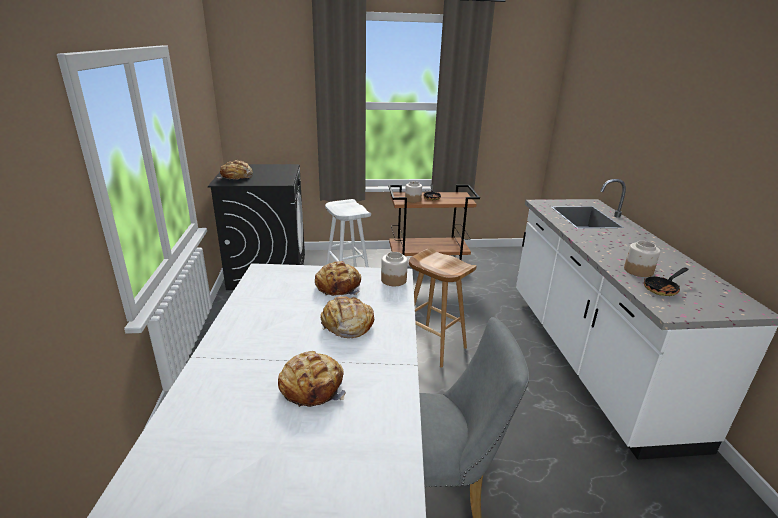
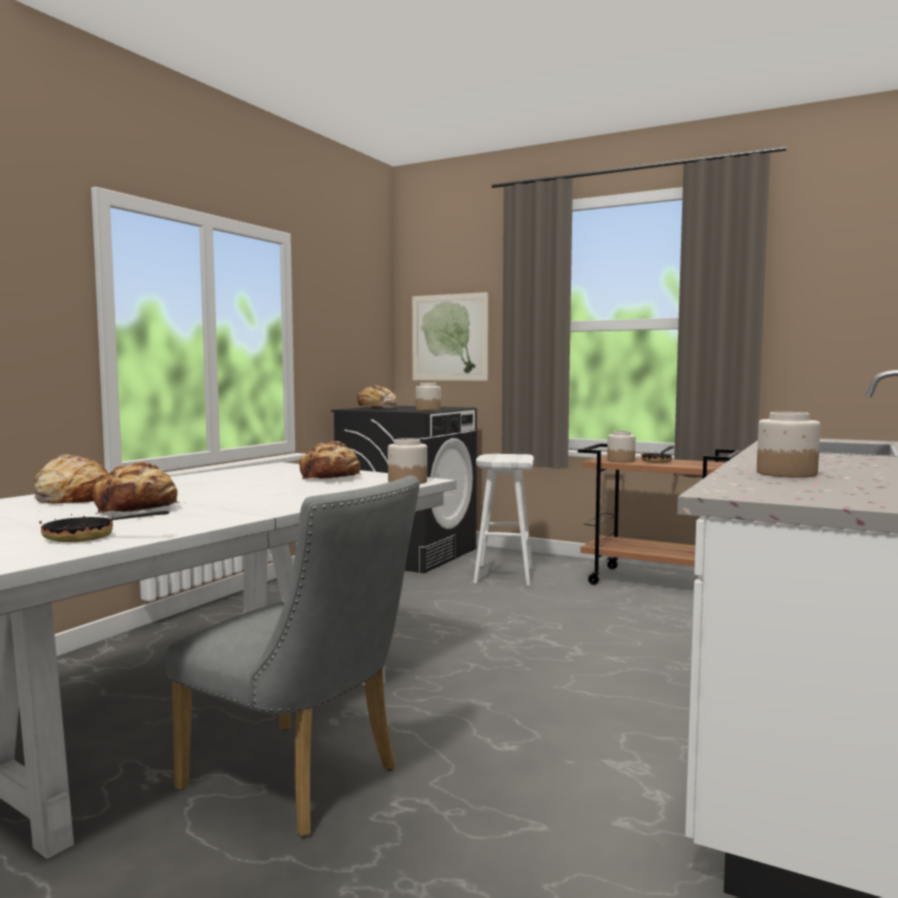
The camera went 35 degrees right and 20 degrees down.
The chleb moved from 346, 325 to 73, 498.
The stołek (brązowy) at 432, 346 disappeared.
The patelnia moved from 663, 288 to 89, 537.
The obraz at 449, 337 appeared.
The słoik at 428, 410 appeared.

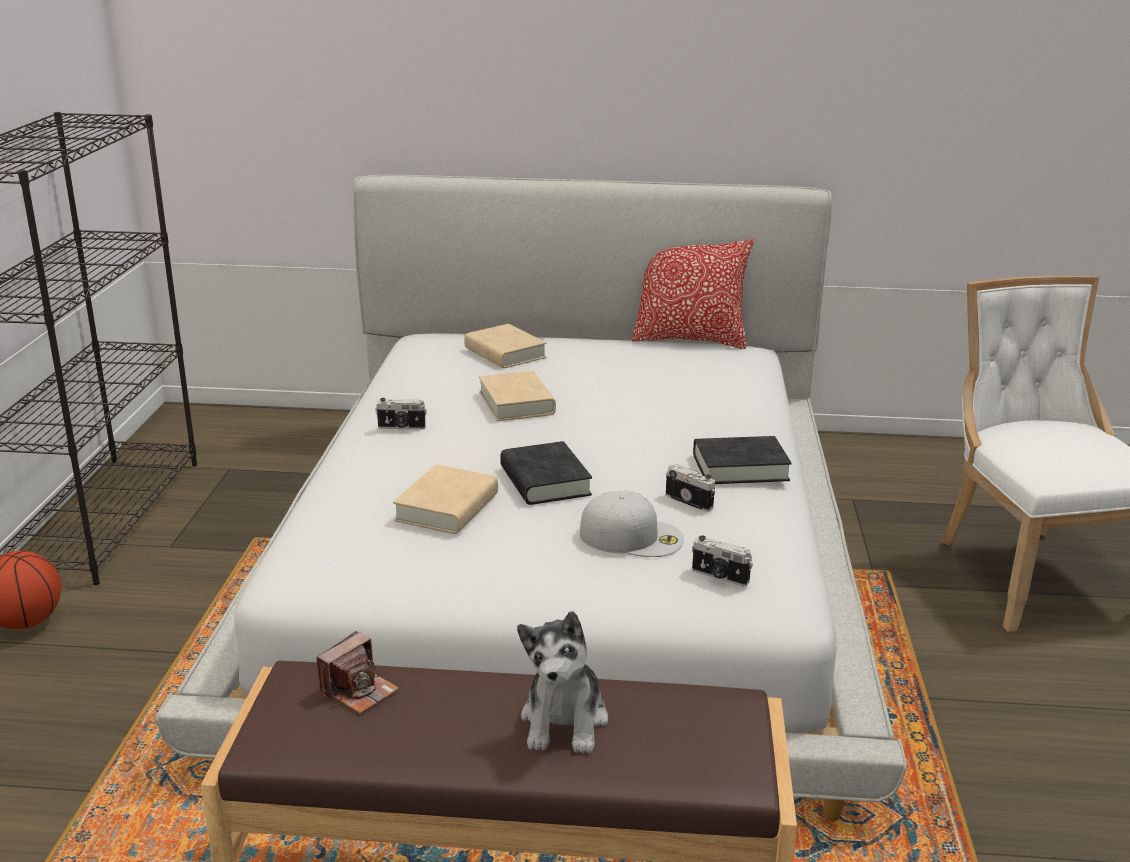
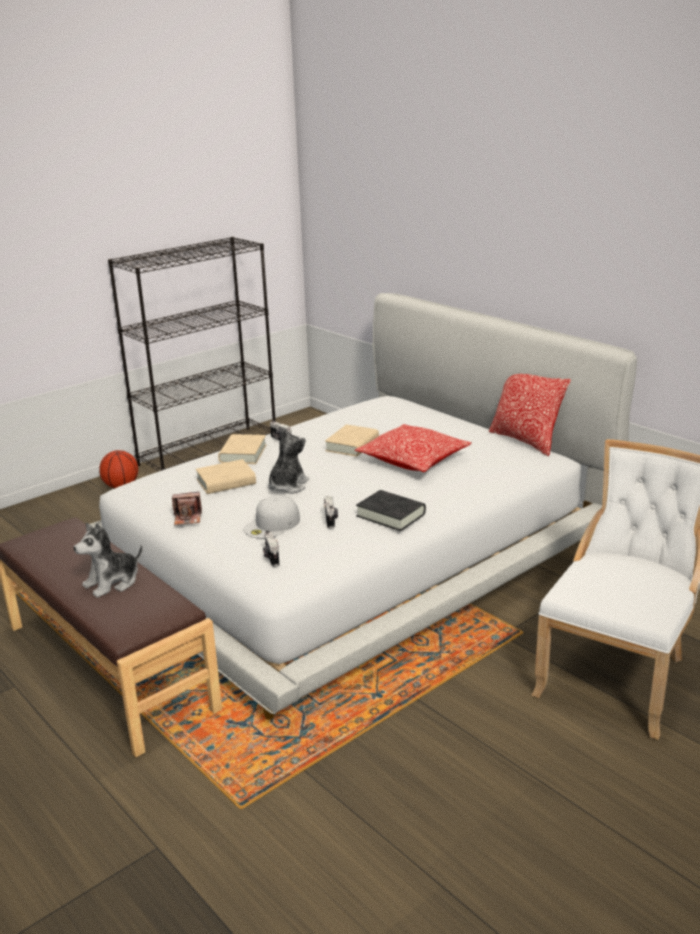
The camera went 45 degrees right and 0 degrees up.
The aparat fotograficzny moved from 359, 691 to 188, 518.
The książka (beżowy) moved from 505, 353 to 243, 454.
The książka (czarny) at 545, 481 was replaced by the pluszak at 287, 486.
The czapka z daszkiem (biały) at 632, 536 turned 75 degrees clockwise.
The poduszka at 413, 460 appeared.

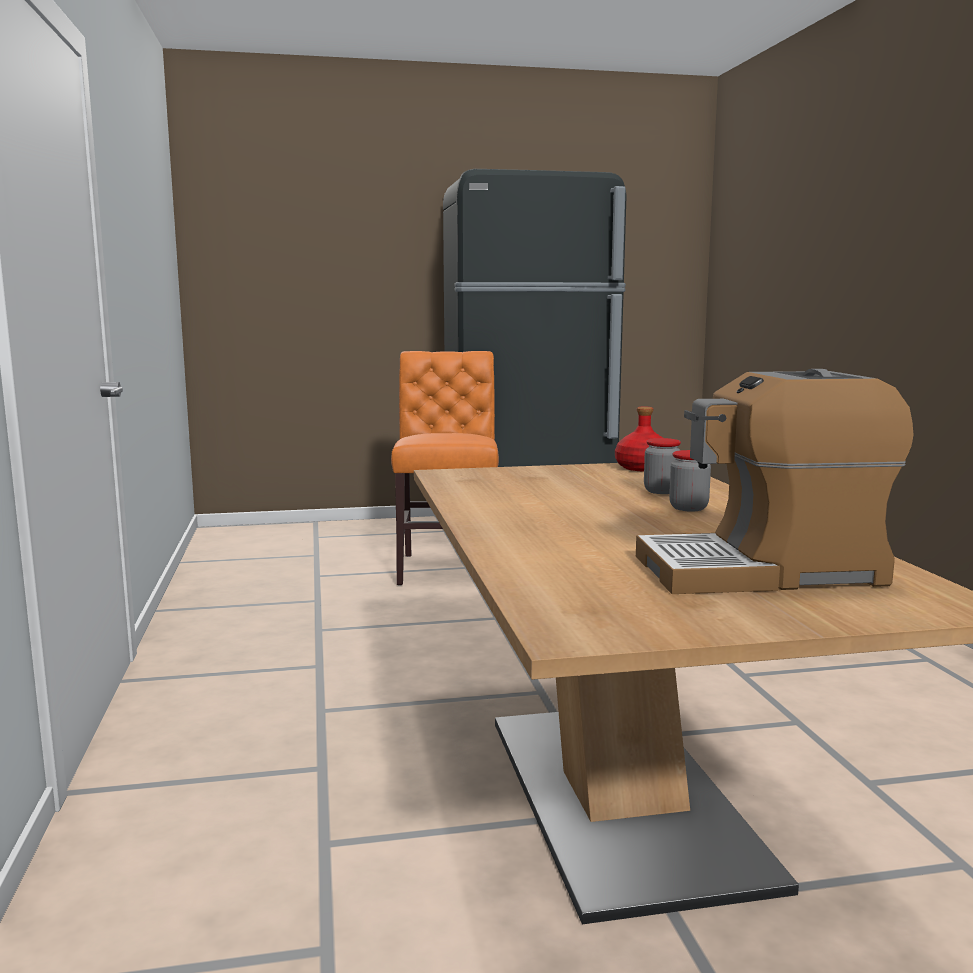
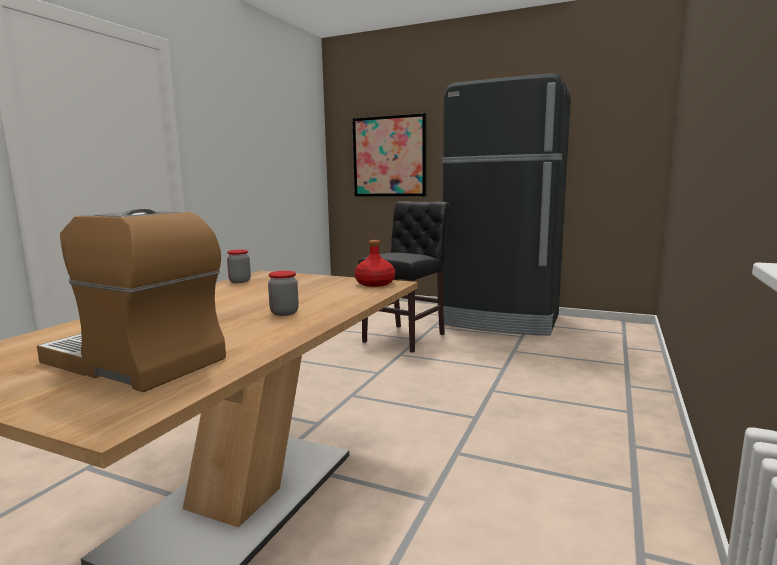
The camera went 35 degrees right and 0 degrees up.
The krzesło (pomarańczowy) at 448, 567 became the krzesło (czarny) at 407, 337.
The słoik moved from 661, 491 to 240, 281.
The obraz at 389, 156 appeared.

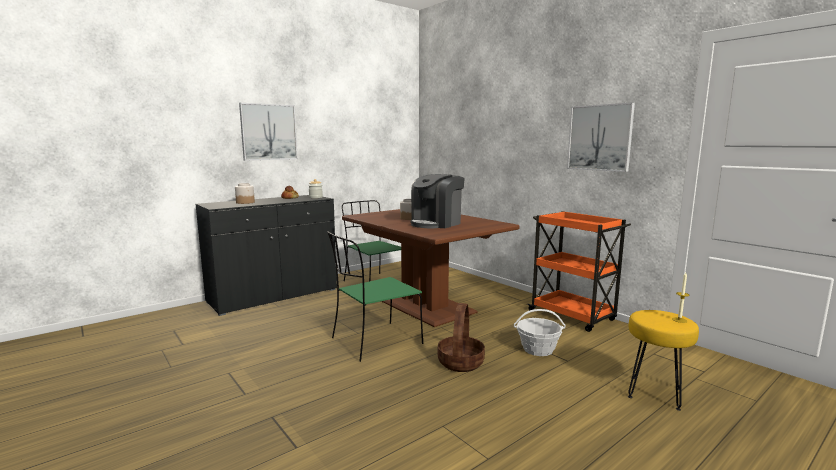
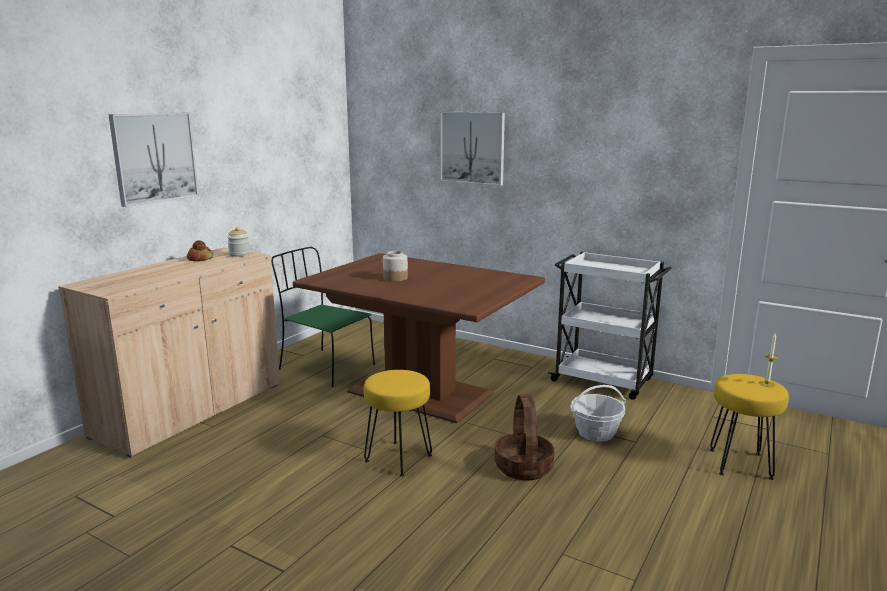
The camera went 20 degrees left and 5 degrees up.
The szafka (czarny) at 274, 296 became the szafka (beżowy) at 191, 410.
The słoik at 245, 202 disappeared.
The krzesło (zielony) at 374, 342 was replaced by the stołek (żółty) at 397, 458.
The ekspres do kawy at 436, 223 disappeared.
The wózek (pomarańczowy) at 572, 316 became the wózek (biały) at 604, 381.
The obraz moved from 599, 137 to 472, 148.

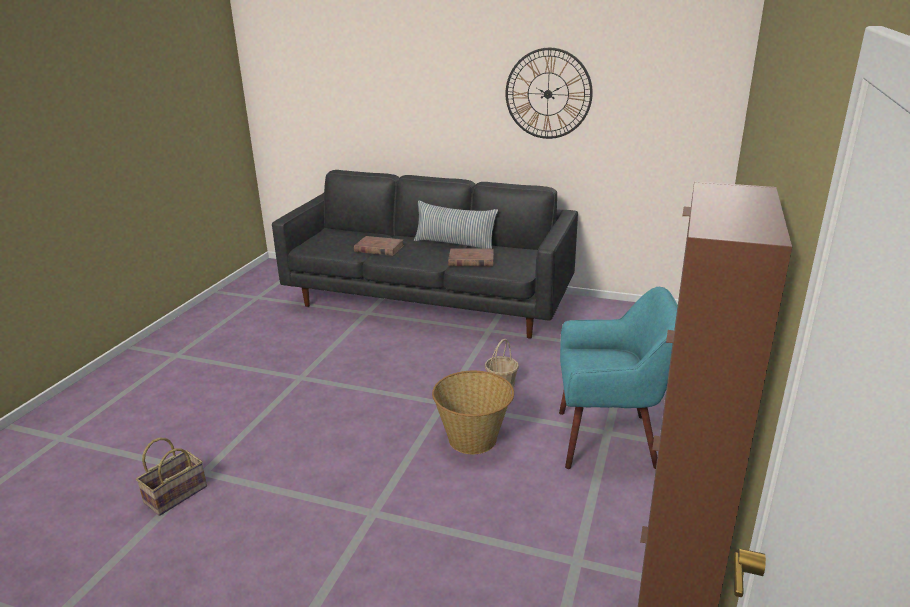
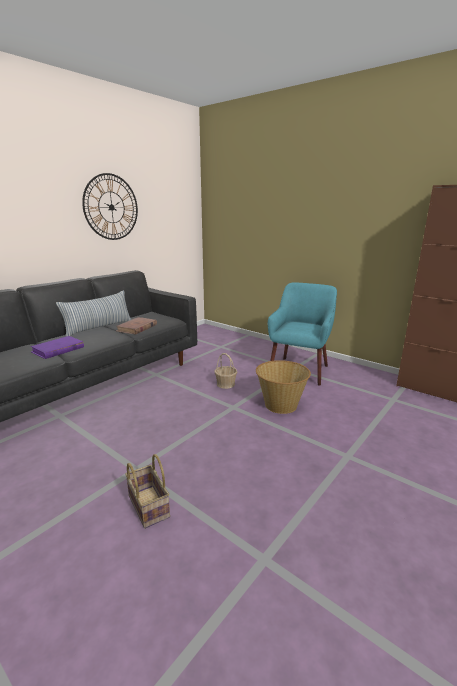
The camera went 70 degrees left and 5 degrees down.
The koszyk moved from 176, 494 to 147, 506.
The książka (brązowy) at 379, 248 became the książka (fioletowy) at 58, 350.

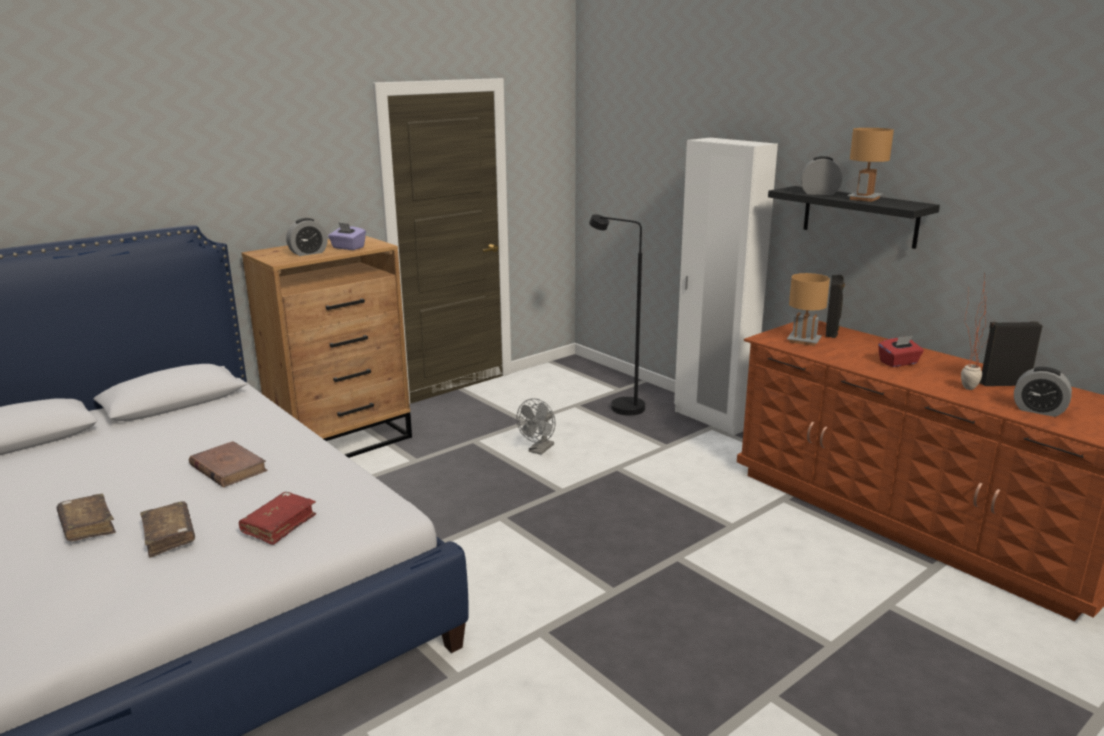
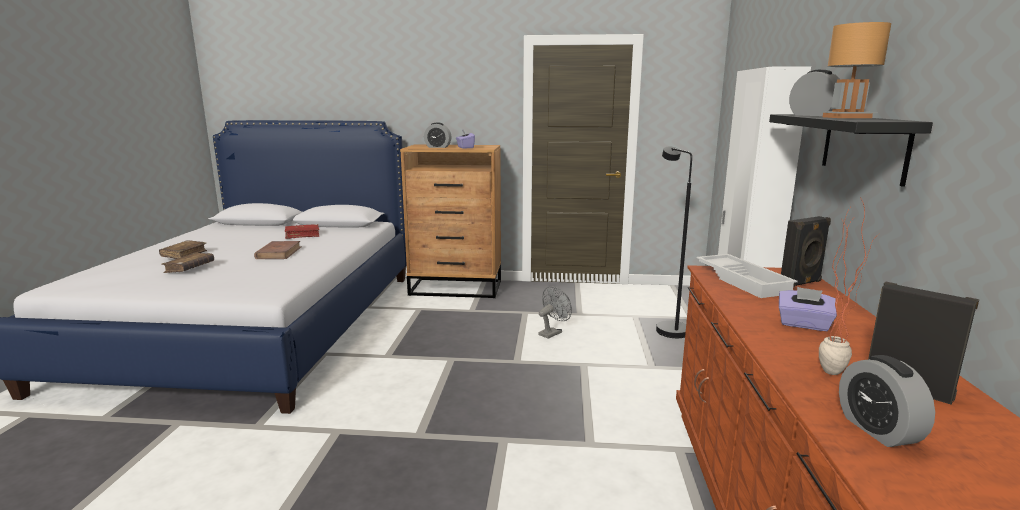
The camera went 45 degrees right and 5 degrees down.
The książka (czerwony) moved from 279, 525 to 302, 235.
The wentylator (szary) at 539, 450 turned 150 degrees clockwise.
The lampa stołowa (brązowy) at 804, 340 was replaced by the taca (biały) at 744, 281.
The pudełko chusteczek (czerwony) at 898, 363 became the pudełko chusteczek (fioletowy) at 804, 324.

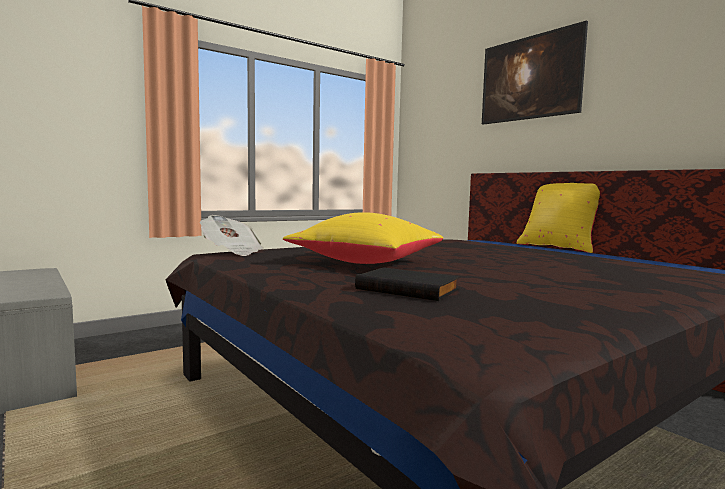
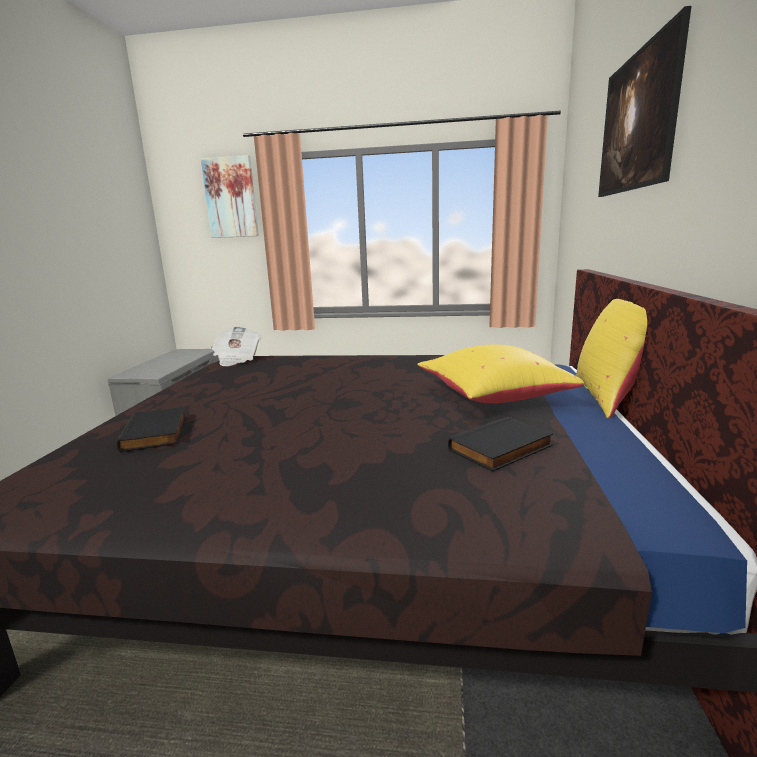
The camera went 45 degrees right and 10 degrees up.
The poduszka (żółty) moved from 364, 263 to 491, 397.
The obraz at 231, 198 appeared.
The książka (czarny) at 501, 449 appeared.

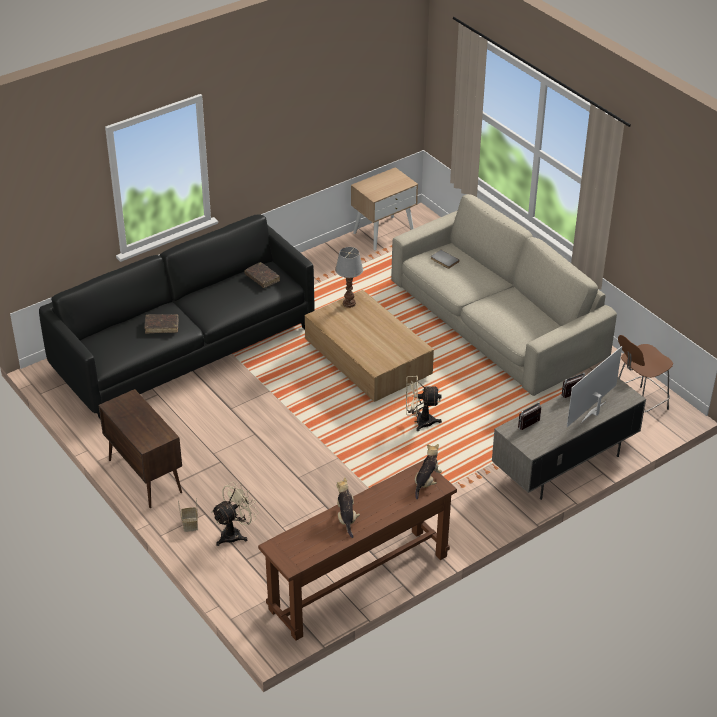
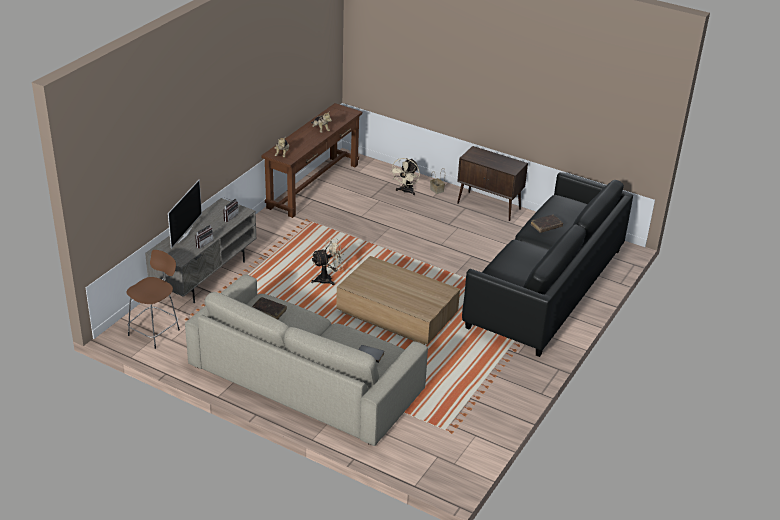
The camera went 155 degrees right and 5 degrees down.
The książka (brązowy) moved from 262, 278 to 269, 311.
The lampa stołowa at 348, 303 disappeared.
The szafka nocna (beżowy) at 384, 232 disappeared.

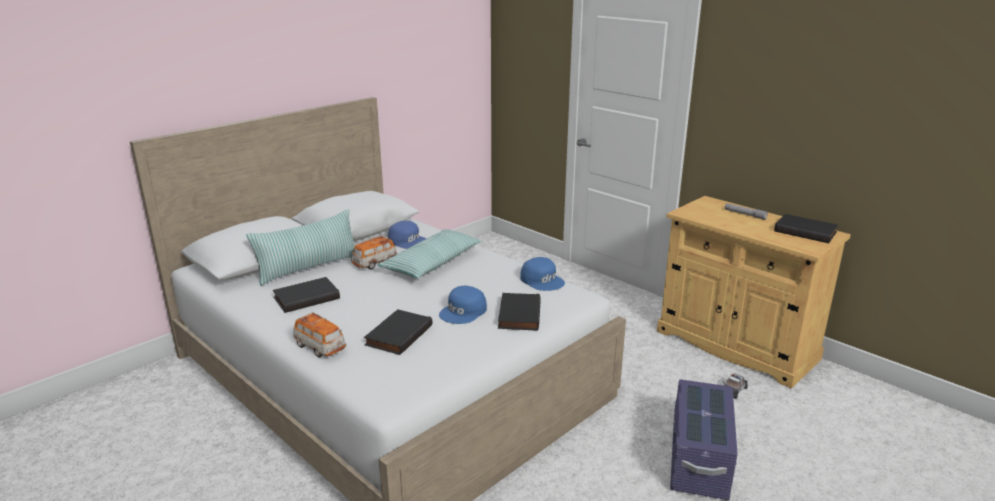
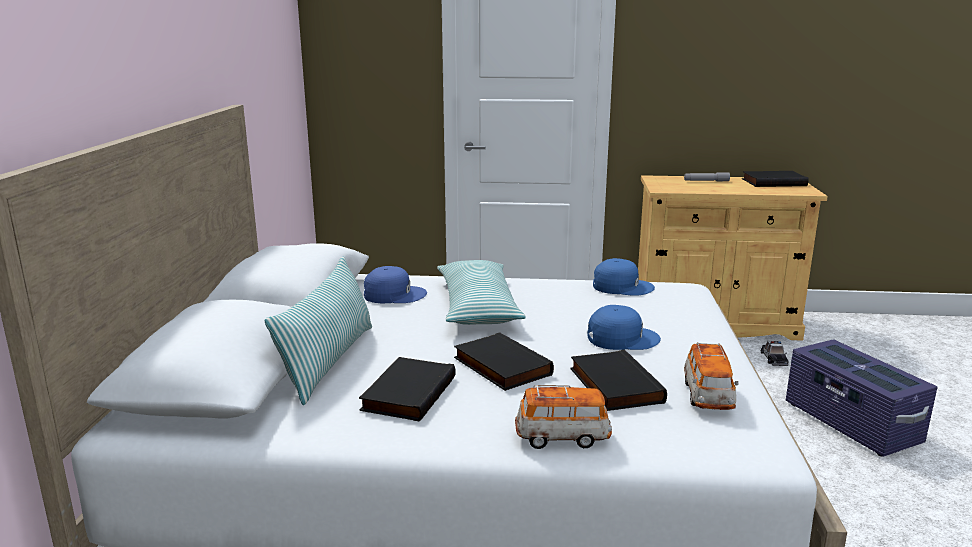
The camera went 40 degrees left and 5 degrees down.
The samochodzik moved from 374, 263 to 707, 397.
The czapka z daszkiem (niebieski) at 464, 311 turned 90 degrees counterclockwise.
The książka (czarny) moved from 518, 314 to 500, 366.

